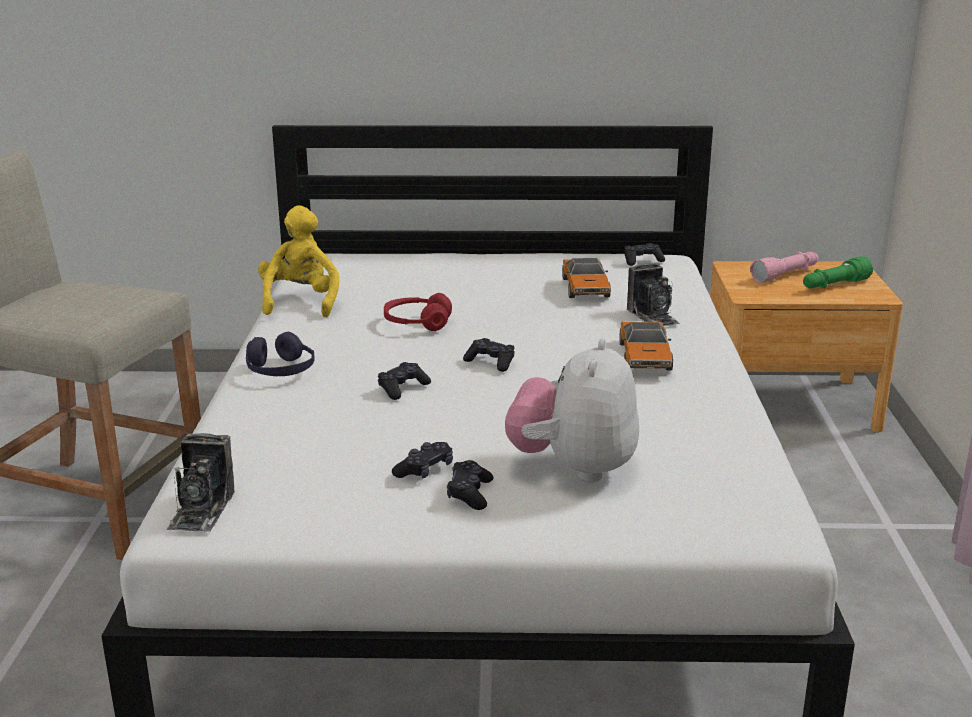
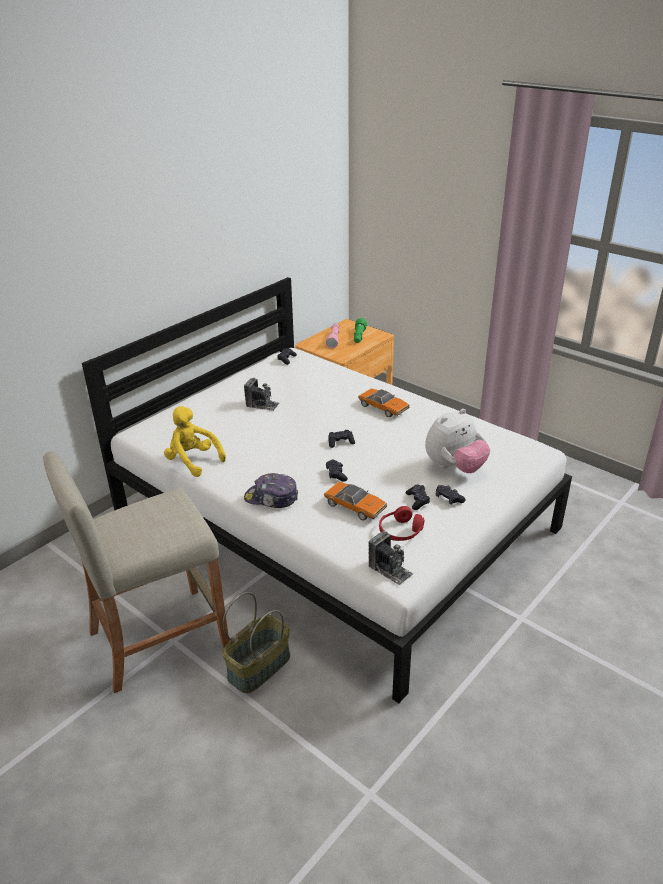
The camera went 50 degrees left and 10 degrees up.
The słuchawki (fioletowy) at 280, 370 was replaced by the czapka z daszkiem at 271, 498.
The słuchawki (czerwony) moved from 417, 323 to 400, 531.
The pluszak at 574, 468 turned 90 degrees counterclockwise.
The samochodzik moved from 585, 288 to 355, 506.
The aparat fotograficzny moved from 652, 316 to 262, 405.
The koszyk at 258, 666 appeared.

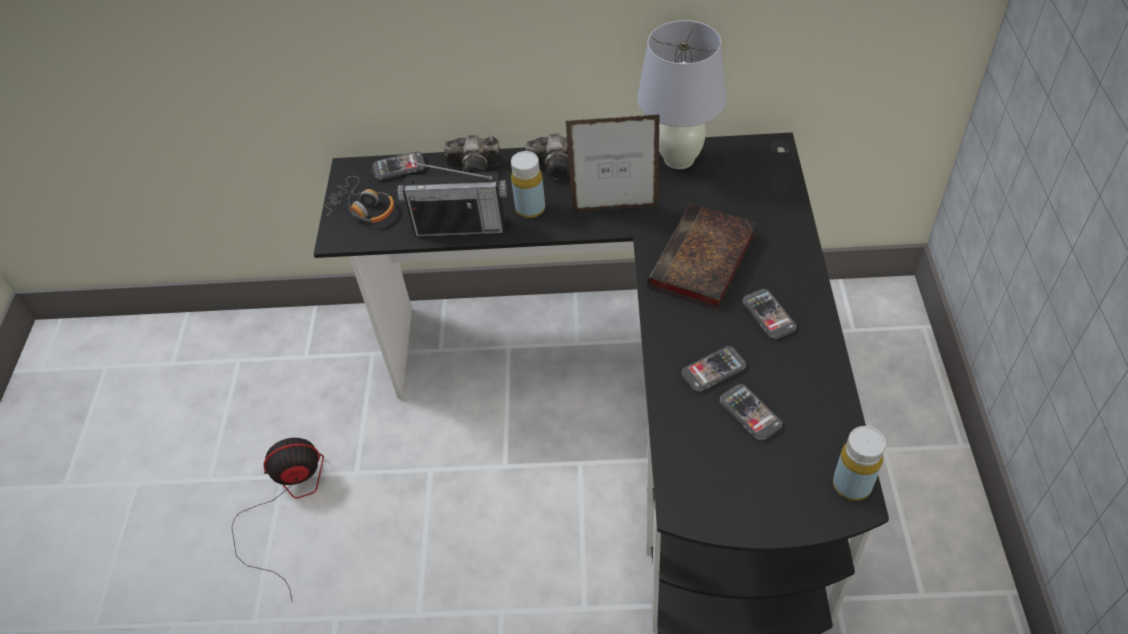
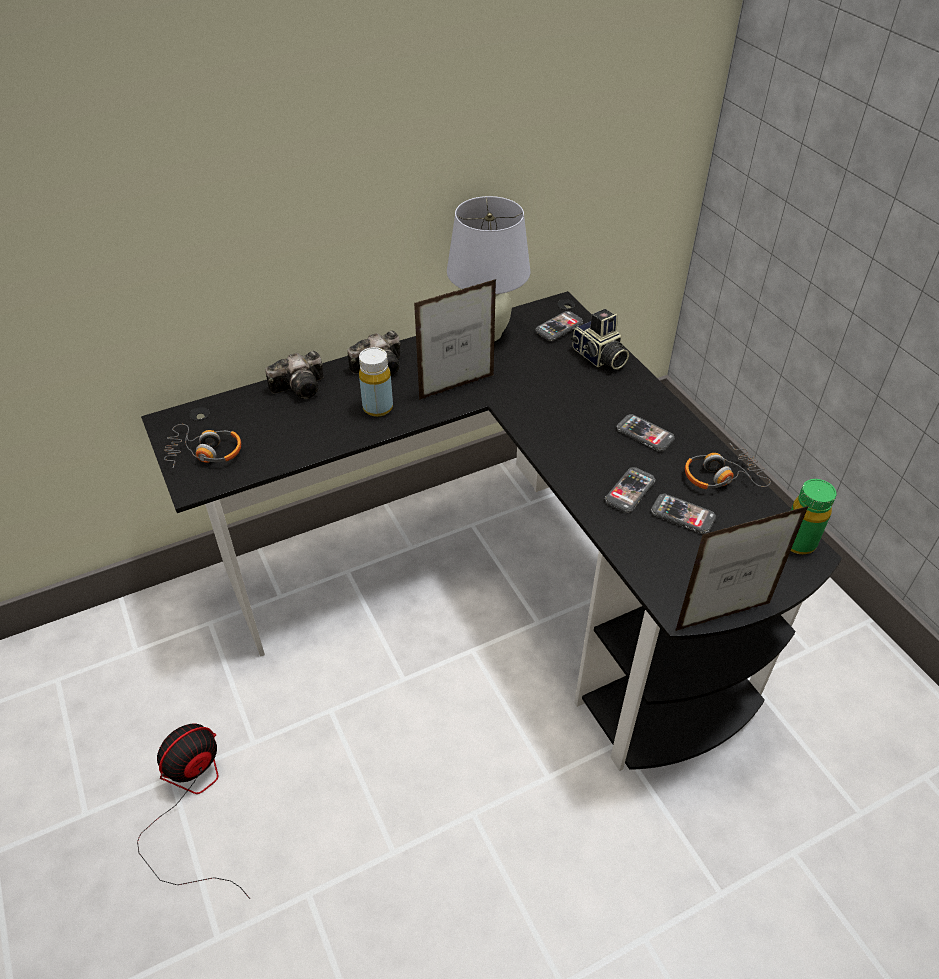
The camera went 30 degrees left and 5 degrees down.
The telefon moved from 399, 167 to 559, 327.
The radio at 460, 227 disappeared.
The książka at 702, 263 disappeared.
The butelka (żółty) at 852, 484 became the butelka (zielony) at 798, 542.
The aparat fotograficzny at 598, 357 appeared.
The ramka na zdjęcie at 723, 616 appeared.
The słuchawki at 721, 476 appeared.

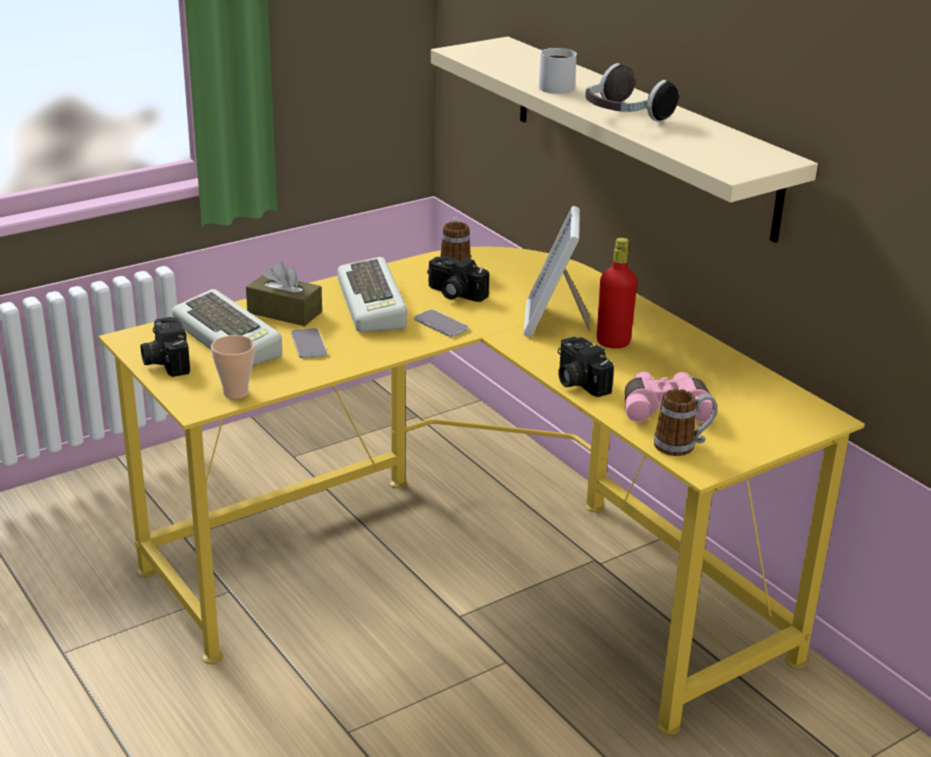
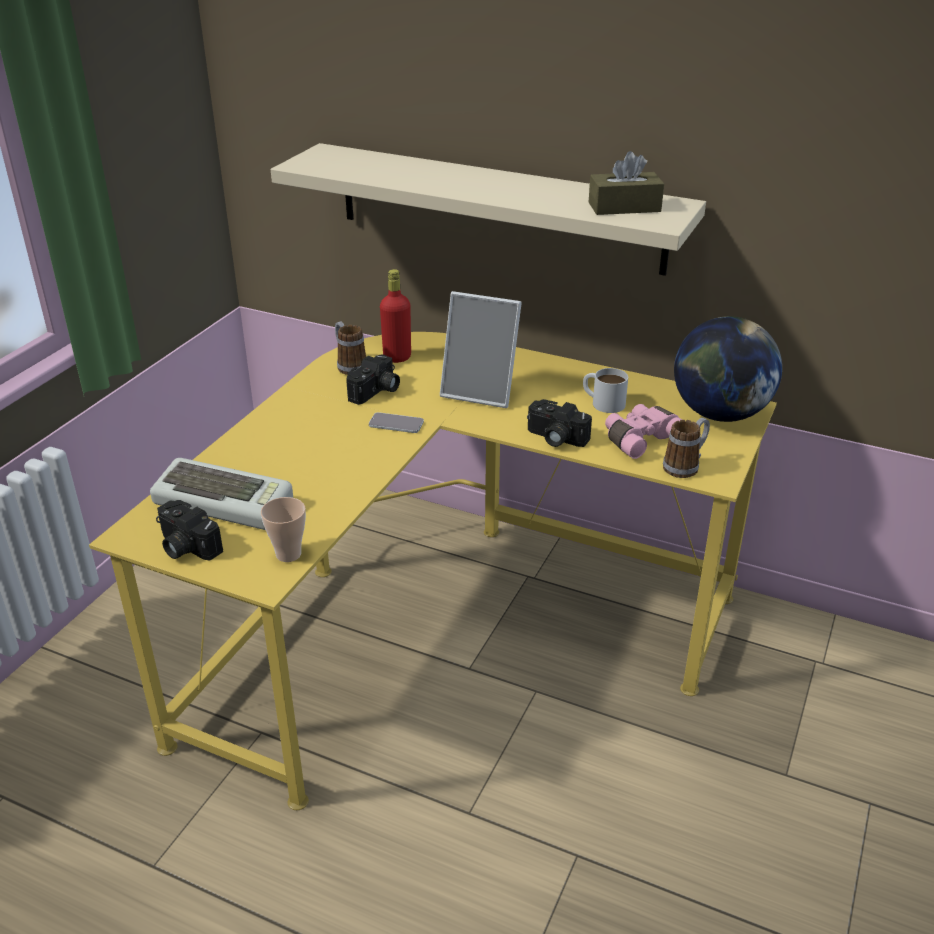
The camera went 30 degrees left and 5 degrees up.
The pudełko chusteczek (brązowy) moved from 284, 312 to 624, 207.
The telefon at 308, 344 disappeared.
The klawiatura at 374, 305 disappeared.
The aparat fotograficzny at 453, 294 turned 60 degrees counterclockwise.
The ramka na zdjęcie at 554, 321 turned 45 degrees counterclockwise.
The kubek (biały) moved from 553, 86 to 602, 402.
The słuchawki at 624, 116 disappeared.
The butelka (czerwony) moved from 613, 342 to 397, 357.
The globus at 719, 414 appeared.

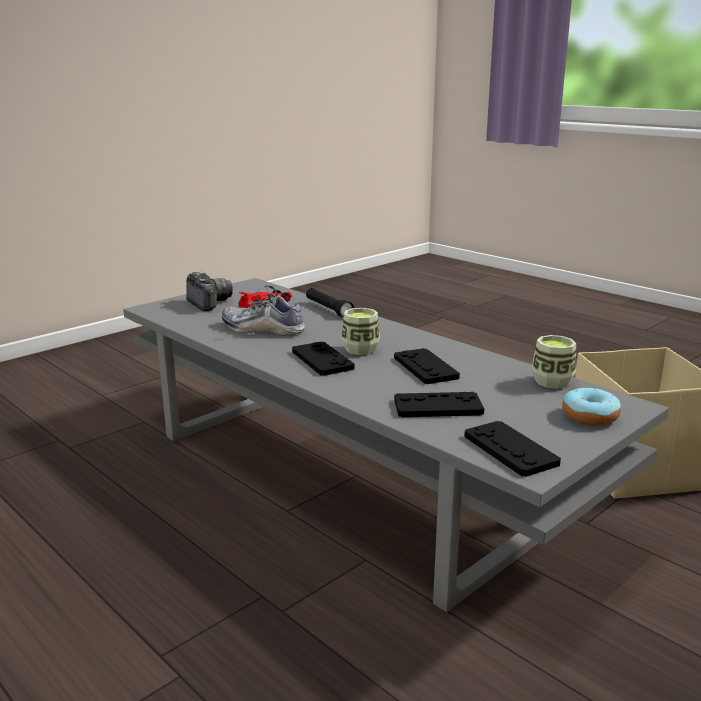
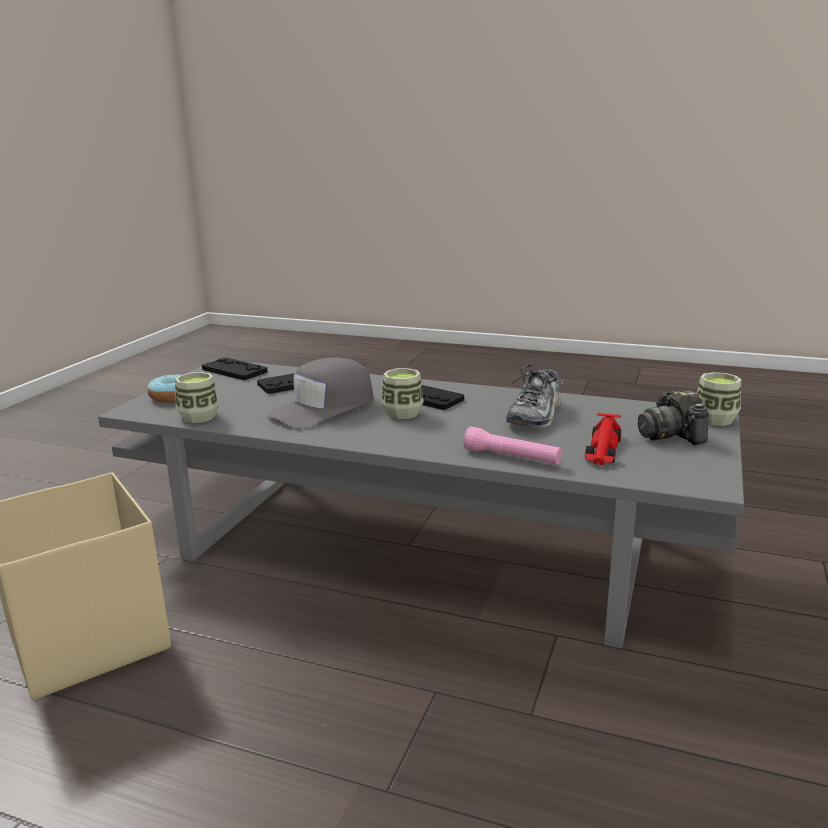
The camera went 155 degrees right and 0 degrees up.
The aparat fotograficzny at 208, 303 turned 45 degrees clockwise.
The but at 262, 329 turned 120 degrees clockwise.
The latarka (czarny) at 328, 309 became the latarka (różowy) at 512, 457.
The pad do gier (czarny) at 425, 368 was replaced by the czapka z daszkiem (szary) at 324, 408.
The filiżanka at 715, 419 appeared.

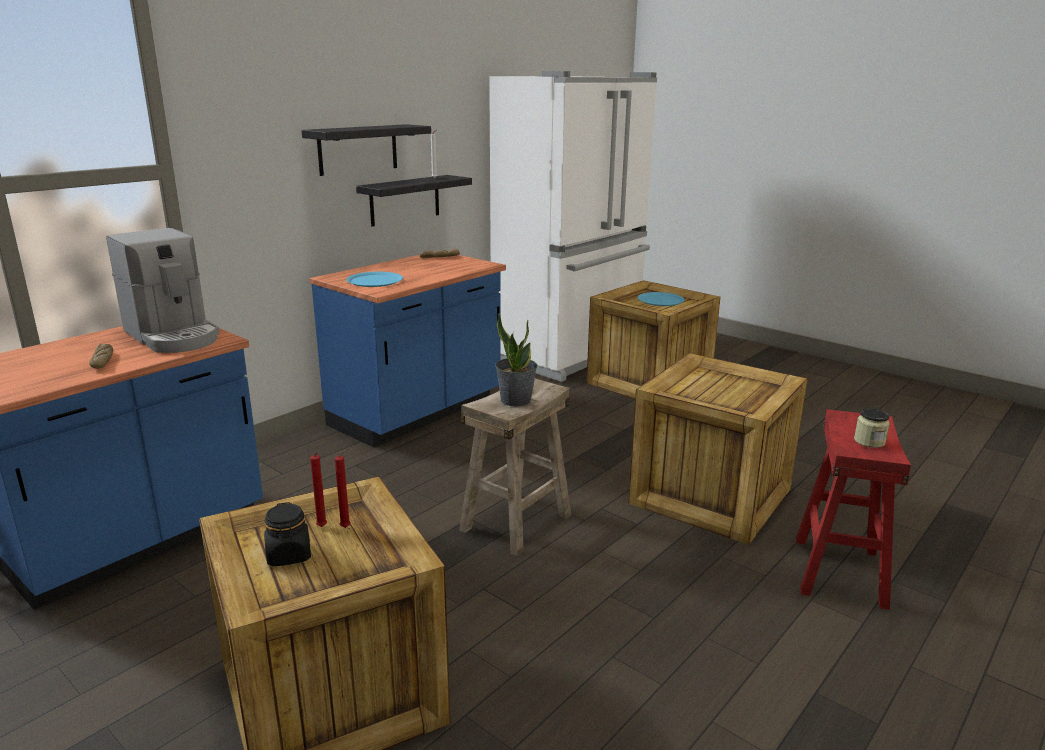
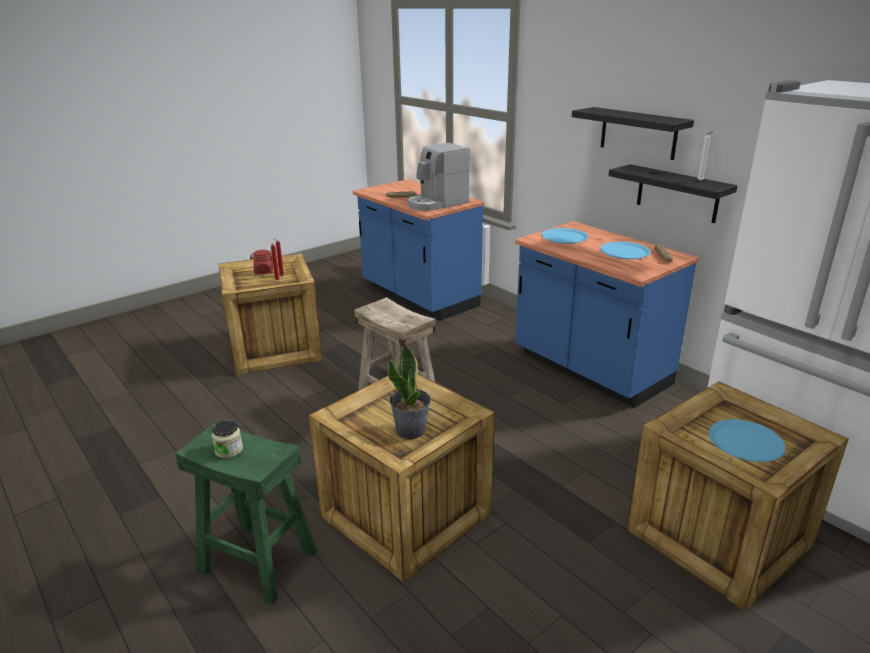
The camera went 100 degrees right and 5 degrees up.
The słoik (czarny) at 289, 555 became the słoik (czerwony) at 264, 272.
The roślina doniczkowa moved from 515, 400 to 411, 430.
The stołek (czerwony) at 840, 571 became the stołek (zielony) at 257, 562.
The talerz (niebieski) at 625, 252 appeared.

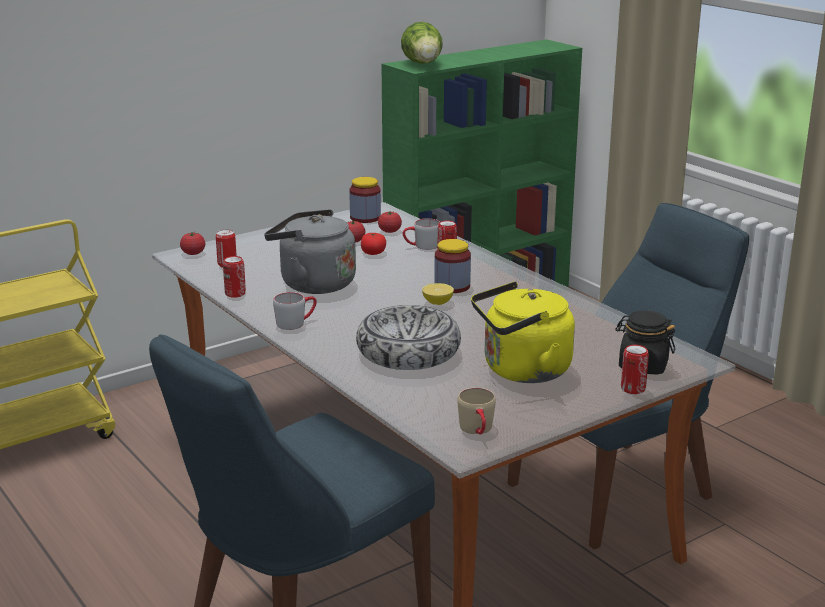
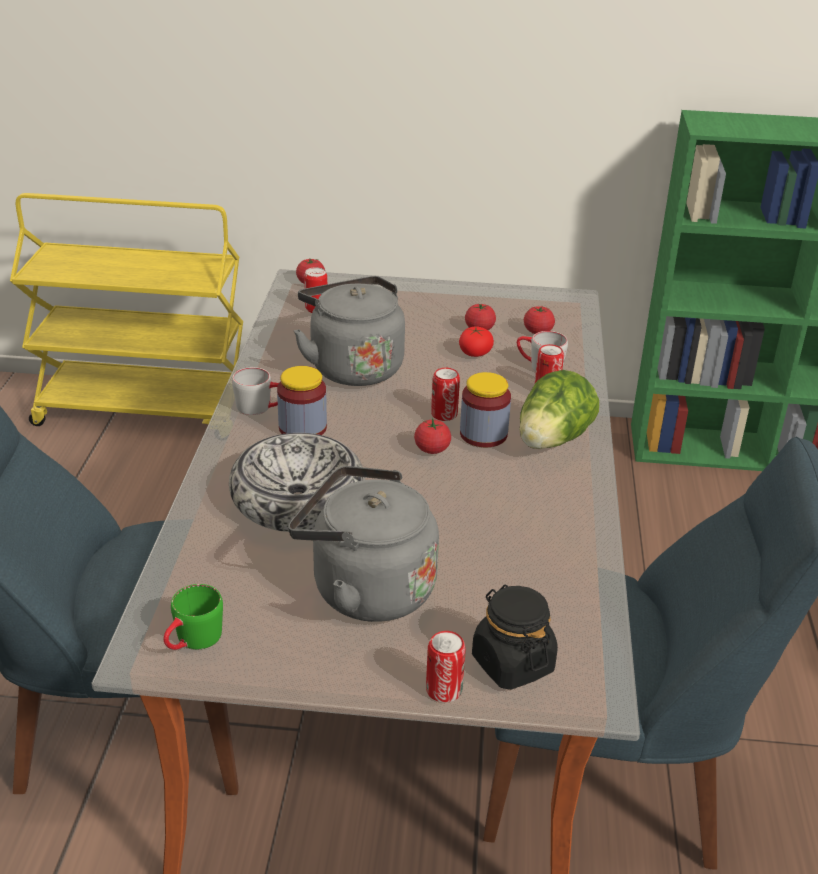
The camera went 40 degrees right and 10 degrees up.
The puszka moved from 235, 294 to 444, 414.
The słoik moved from 365, 218 to 302, 428.
The sałata moved from 423, 64 to 552, 441.
The cytryna at 437, 303 was replaced by the pomidor at 432, 449.
The kubek (beżowy) at 478, 430 became the kubek (zielony) at 192, 641.
The czajnik (żółty) at 522, 371 became the czajnik (szary) at 365, 589.

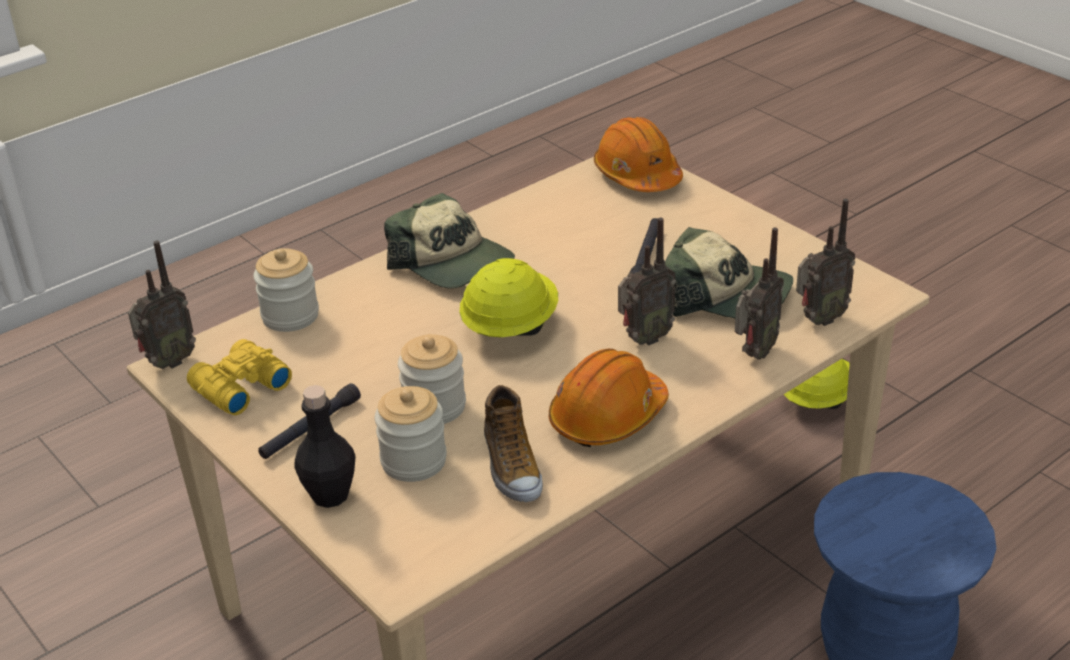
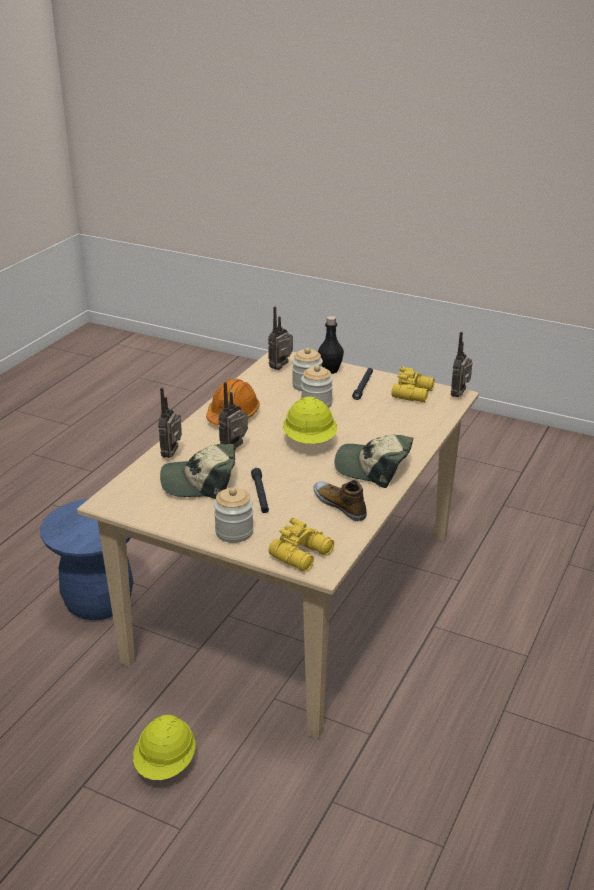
The camera went 155 degrees right and 5 degrees down.
The słoik moved from 290, 316 to 234, 532.
The but moved from 511, 467 to 340, 505.
The kask (pomarańczowy) at 637, 175 was replaced by the lornetka (żółty) at 303, 554.
The radio moved from 818, 319 to 281, 368.

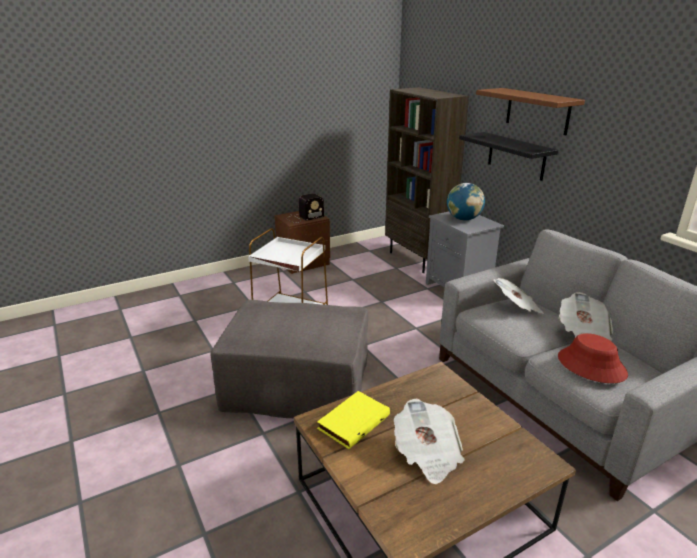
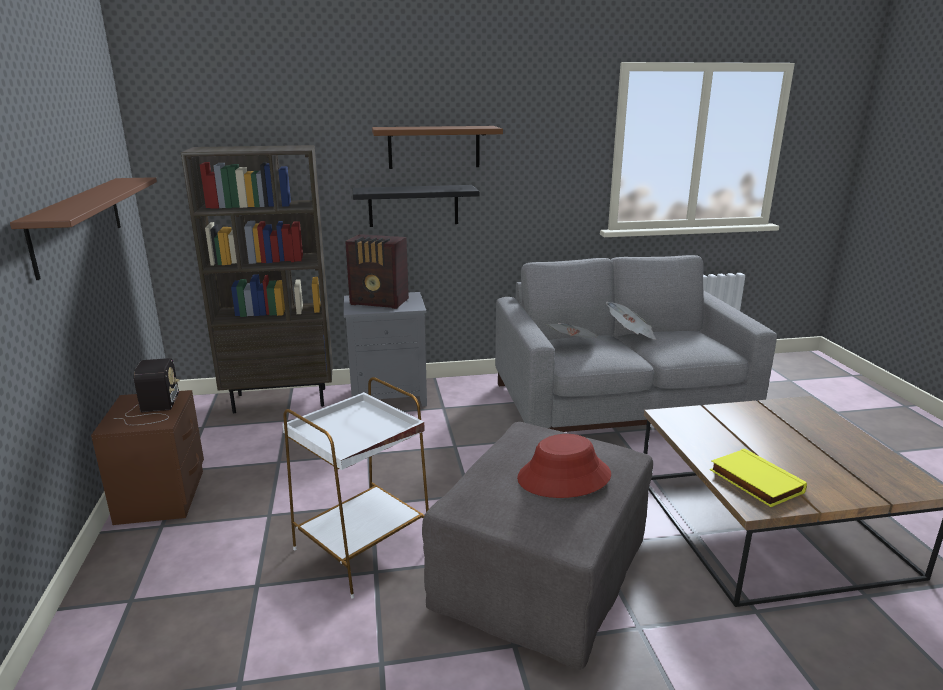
The camera went 70 degrees left and 5 degrees down.
The gazeta at 427, 455 disappeared.
The globus at 463, 219 was replaced by the radio at 380, 302.
The kapelusz (czerwony) moved from 591, 365 to 564, 477.
The półka (brązowy) at 78, 223 appeared.

